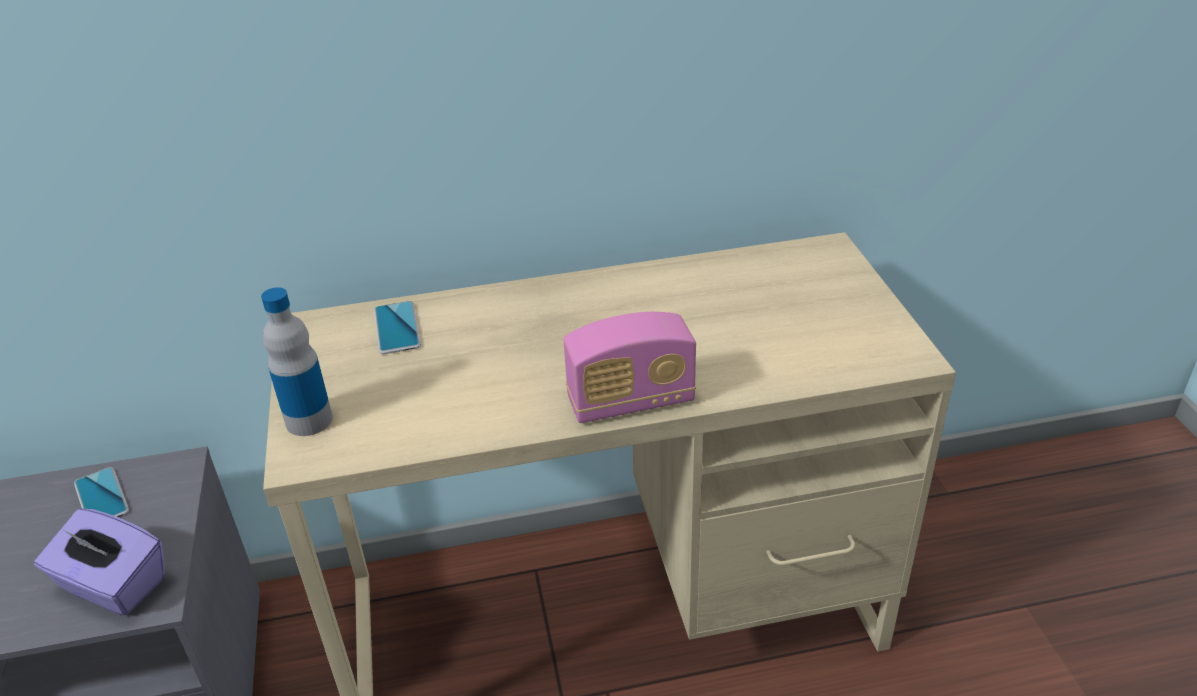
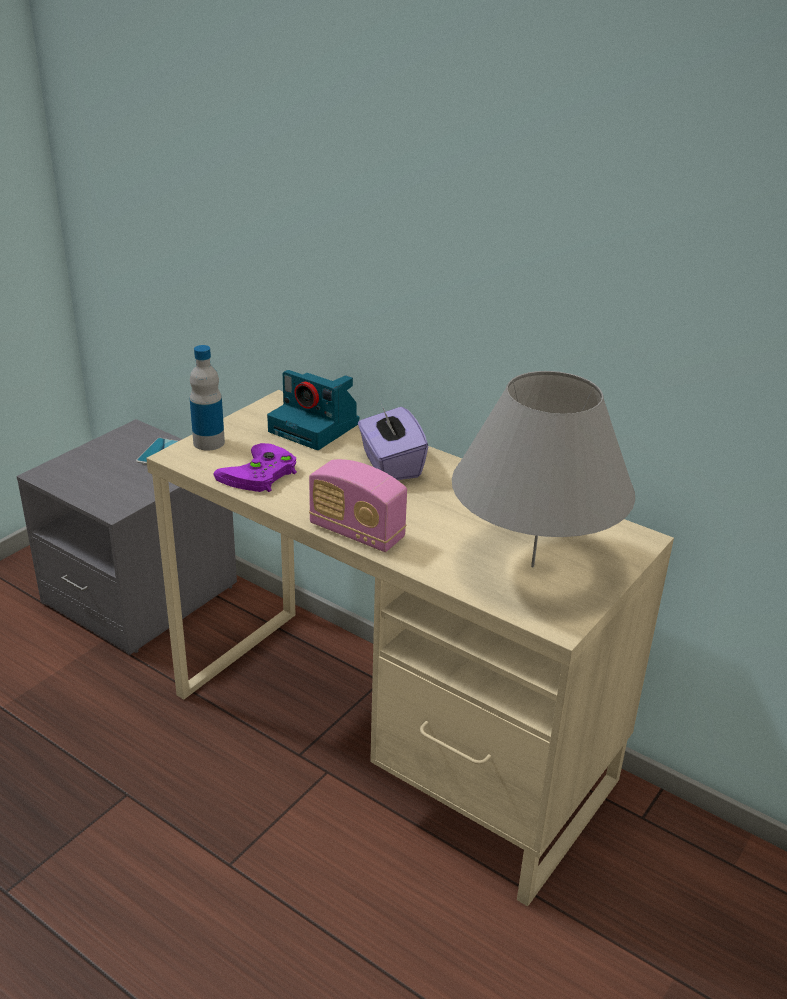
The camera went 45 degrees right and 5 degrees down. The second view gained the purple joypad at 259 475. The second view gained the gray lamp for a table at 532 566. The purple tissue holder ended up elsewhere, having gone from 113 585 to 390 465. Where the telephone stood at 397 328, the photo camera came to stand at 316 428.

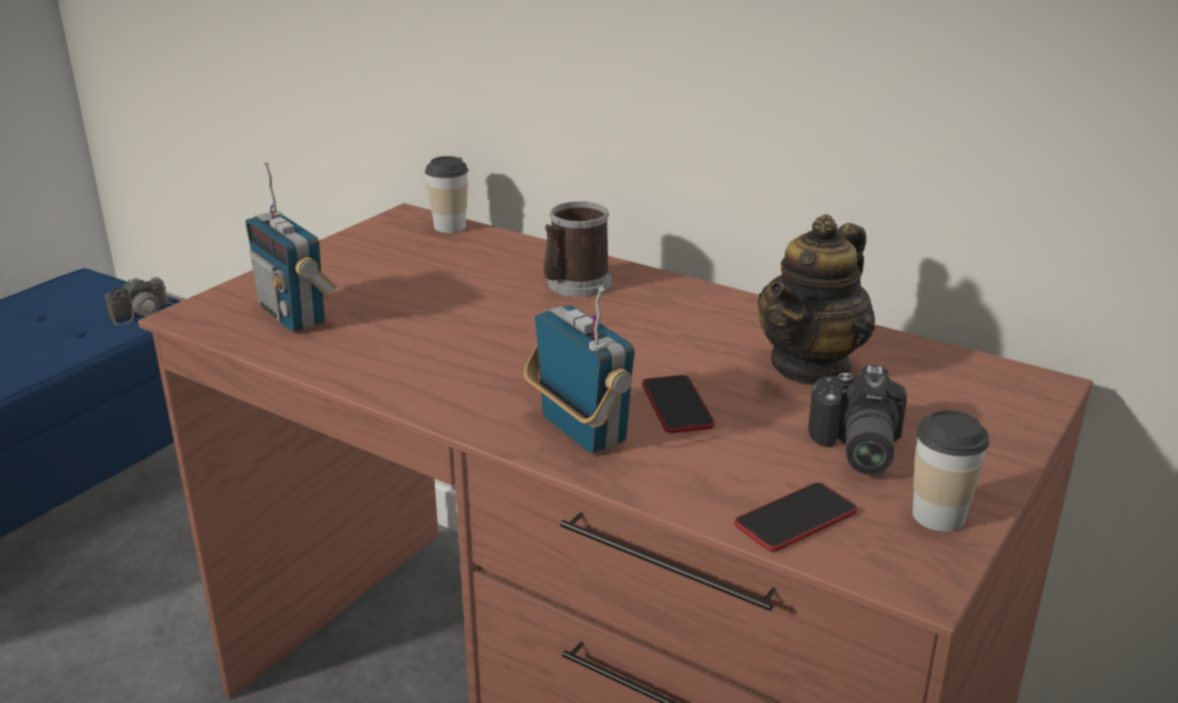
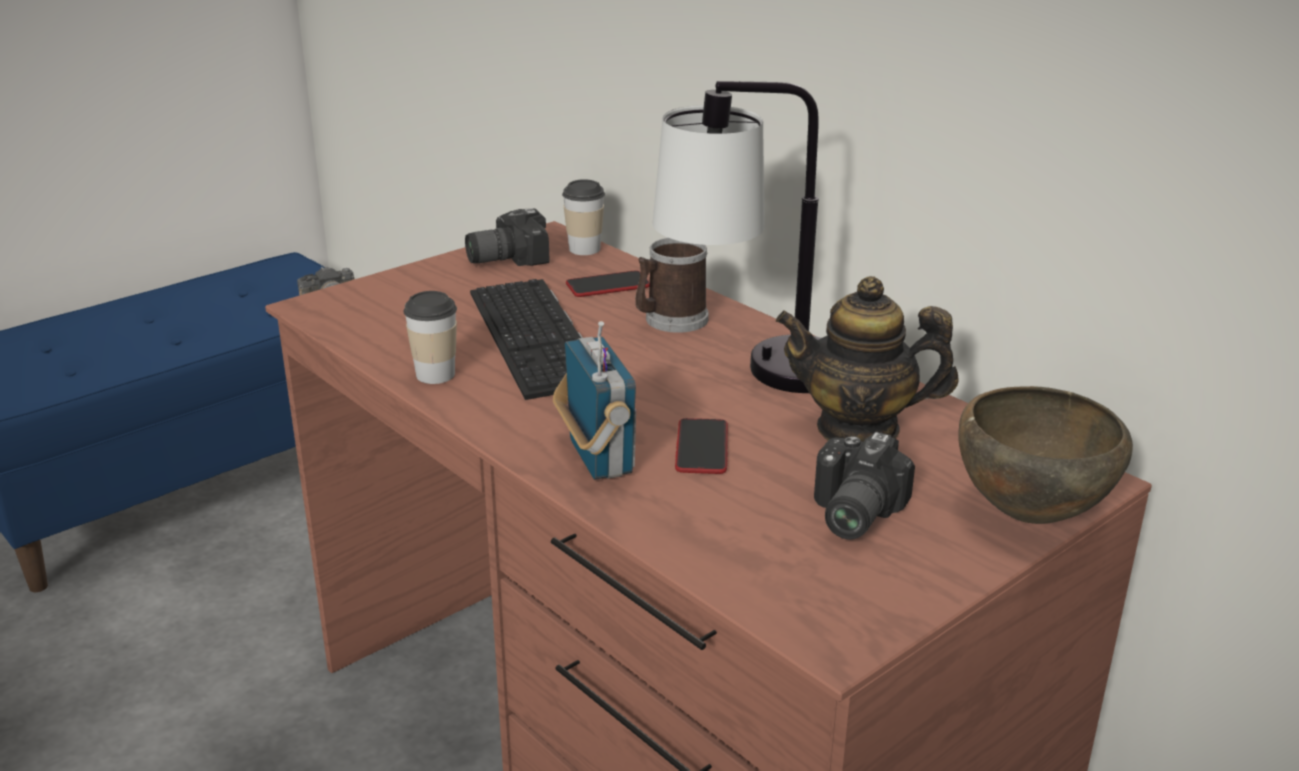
The camera went 15 degrees right and 0 degrees up. The second view lost the radio at 294 316. The second view gained the photo camera at 504 258. The second view gained the PC keyboard at 539 338. The second view gained the lamp for a table at 753 376. The second view gained the brownish serving bowl at 1027 515. The telephone ended up elsewhere, having gone from 795 519 to 608 286. The small cup ended up elsewhere, having gone from 938 516 to 435 374. The pot for tea at 811 366 ended up facing another way, 45 degrees clockwise from before.

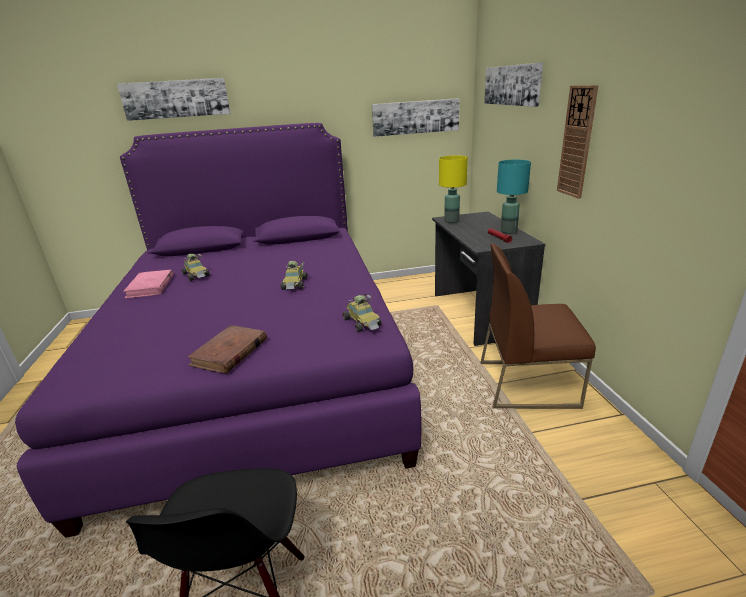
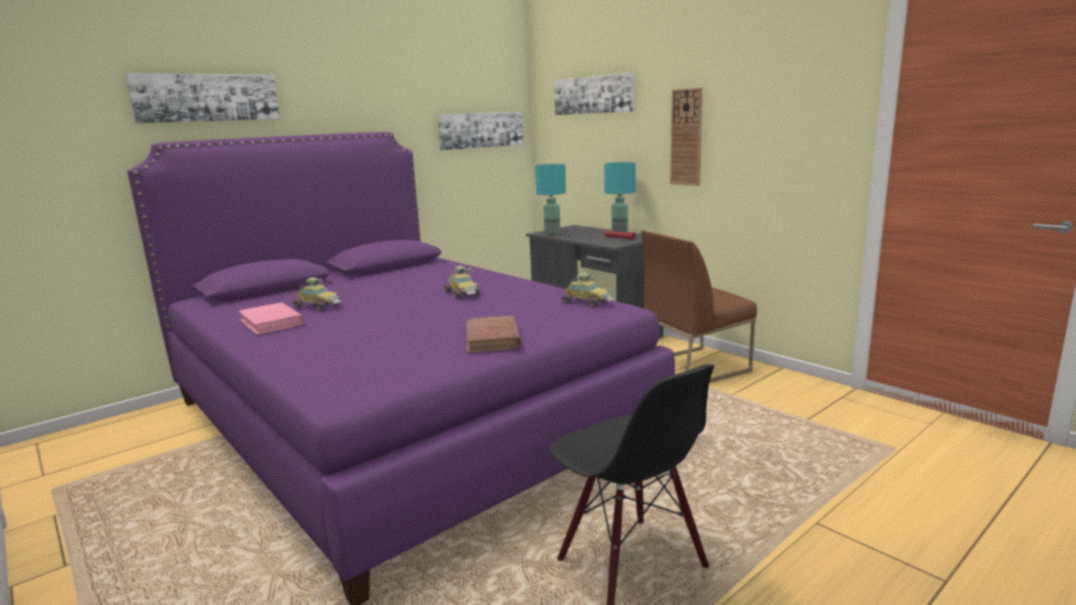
The camera went 30 degrees left and 10 degrees down. What was the yellow lamp for a table at 451 221 turned into the turquoise-coloured lamp for a table at 552 233.

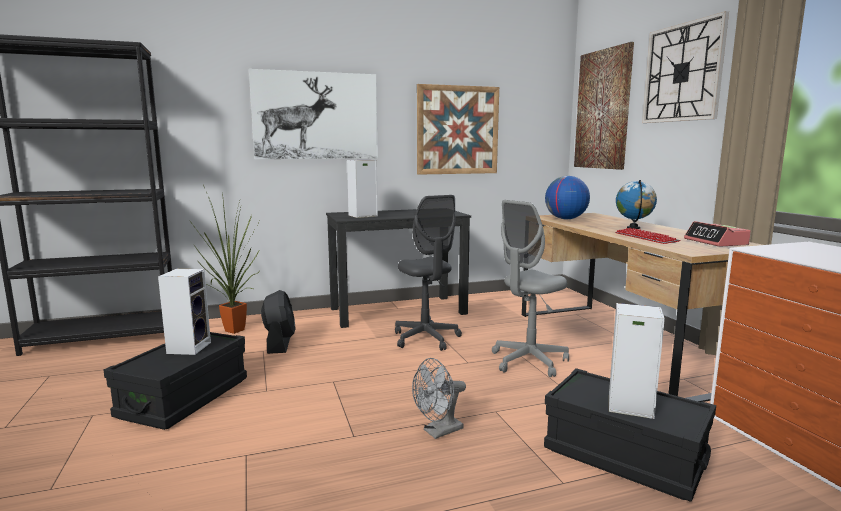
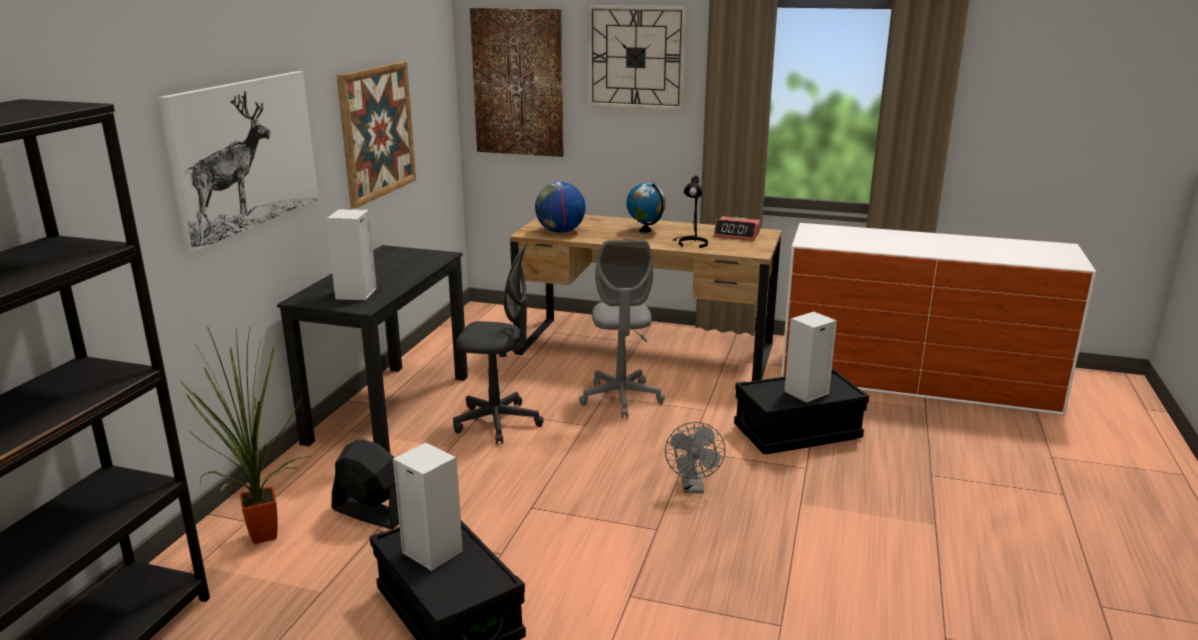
The camera went 55 degrees left and 10 degrees up. Where the PC keyboard stood at 645 238, the black-coloured lamp for a table came to stand at 690 243.

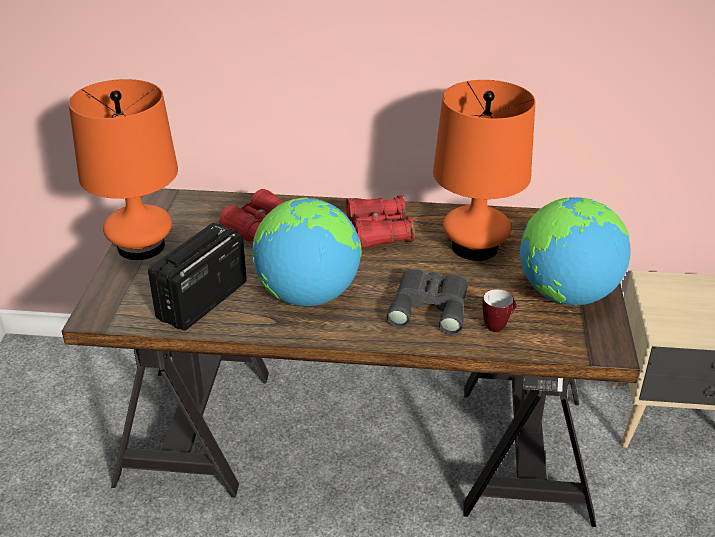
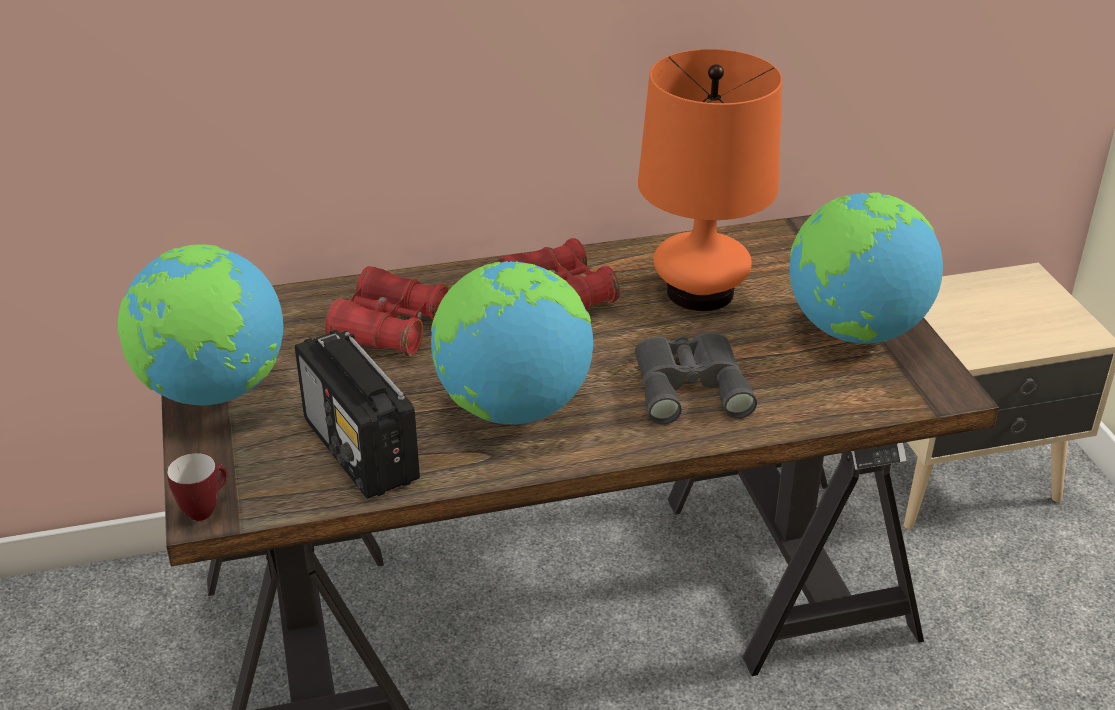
The camera went 20 degrees left and 0 degrees up. The coffee mug ended up elsewhere, having gone from 498 325 to 205 509. Where the orangey lamp for a table stood at 141 246, the globe came to stand at 213 391. The radio at 201 301 ended up facing another way, 45 degrees counterclockwise from before.

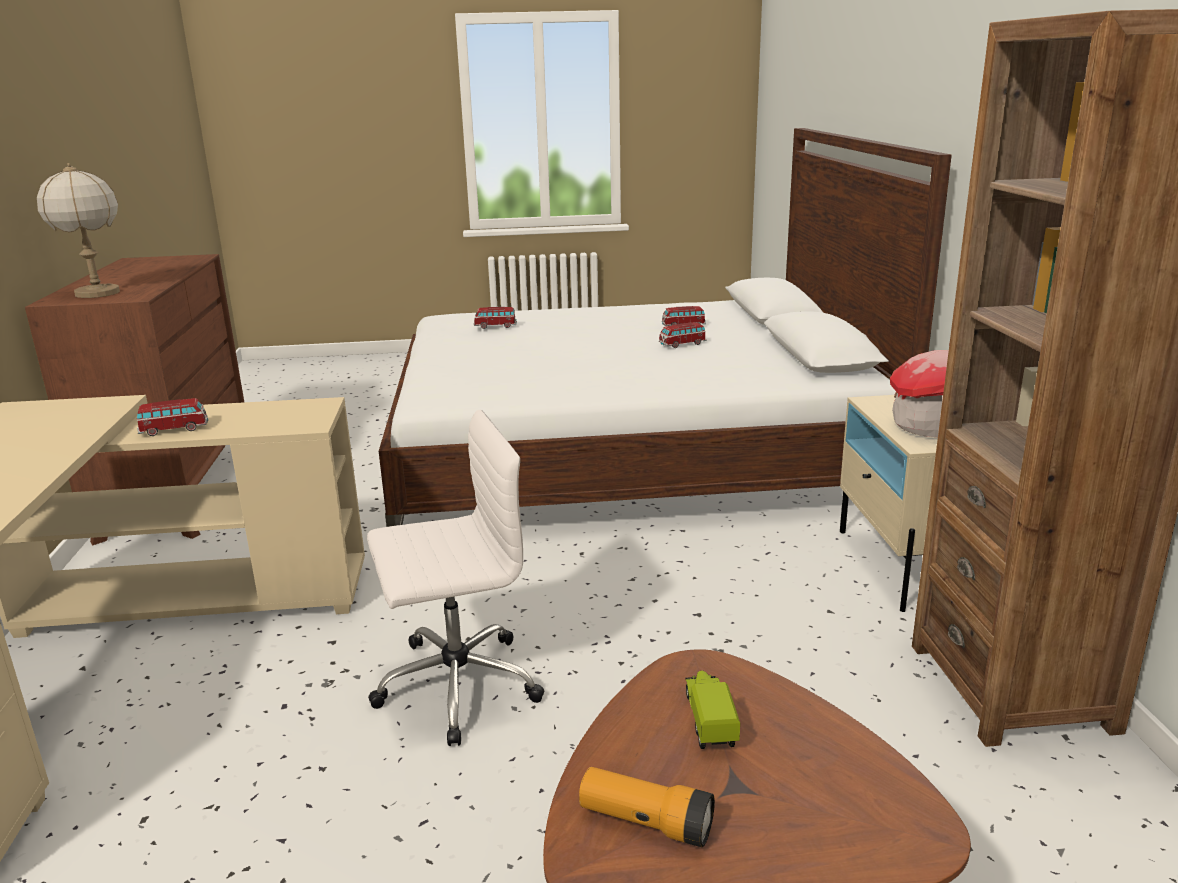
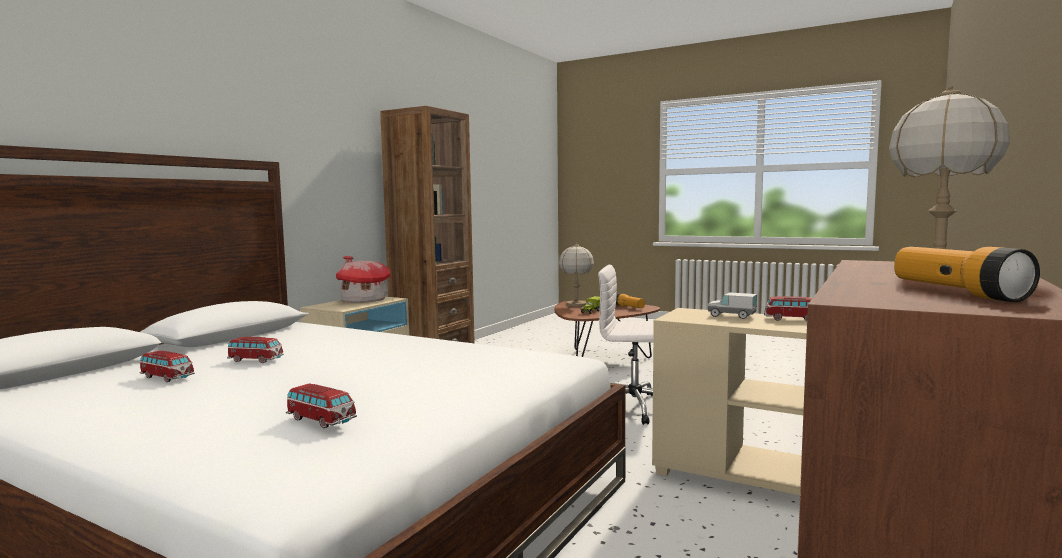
The camera went 145 degrees left and 15 degrees down. The second view gained the lamp for a table at 576 305. The second view gained the model truck at 731 316. The second view gained the torch at 957 293.

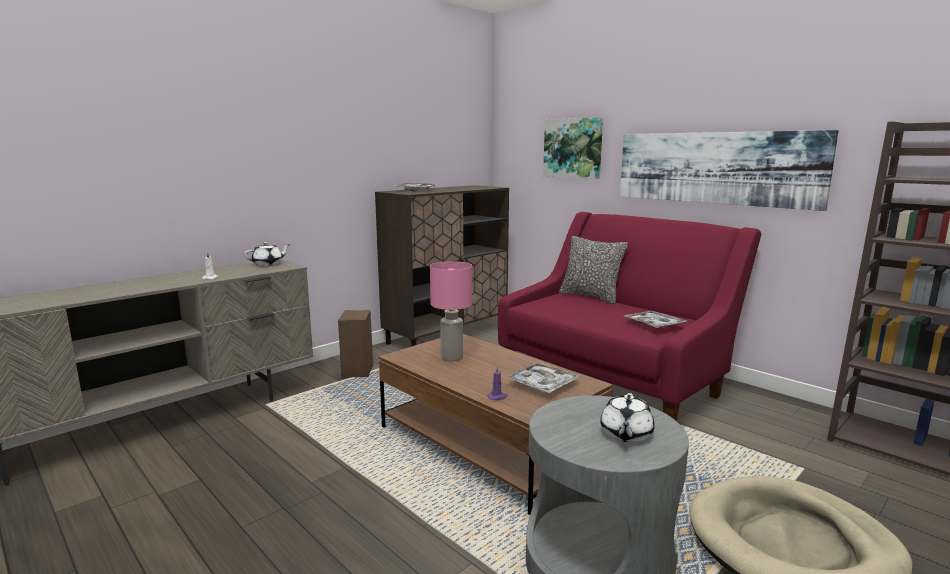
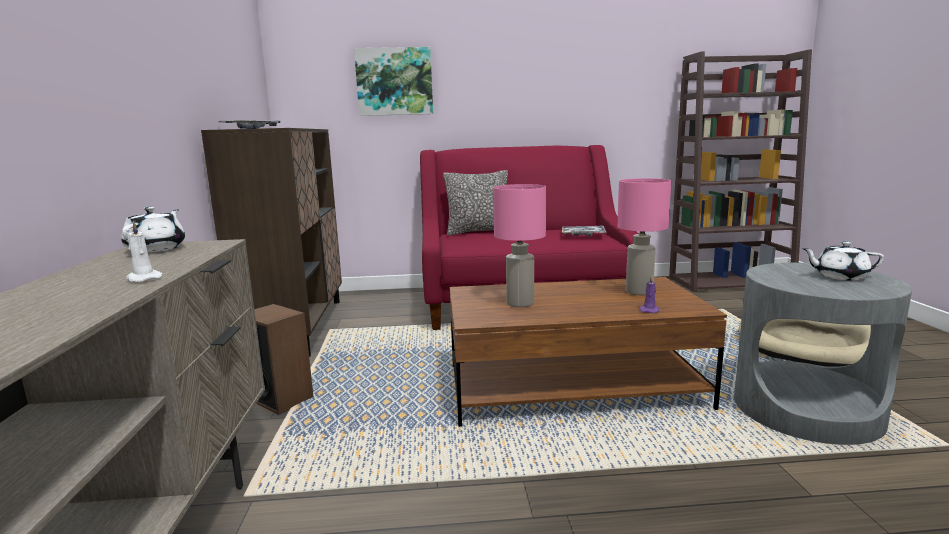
The camera went 50 degrees left and 0 degrees up. The second view lost the wall picture at 714 168. Where the carrying tray stood at 542 384, the pink-coloured lamp for a table came to stand at 638 292. The white-coloured pot for tea at 626 434 ended up facing another way, 135 degrees clockwise from before.

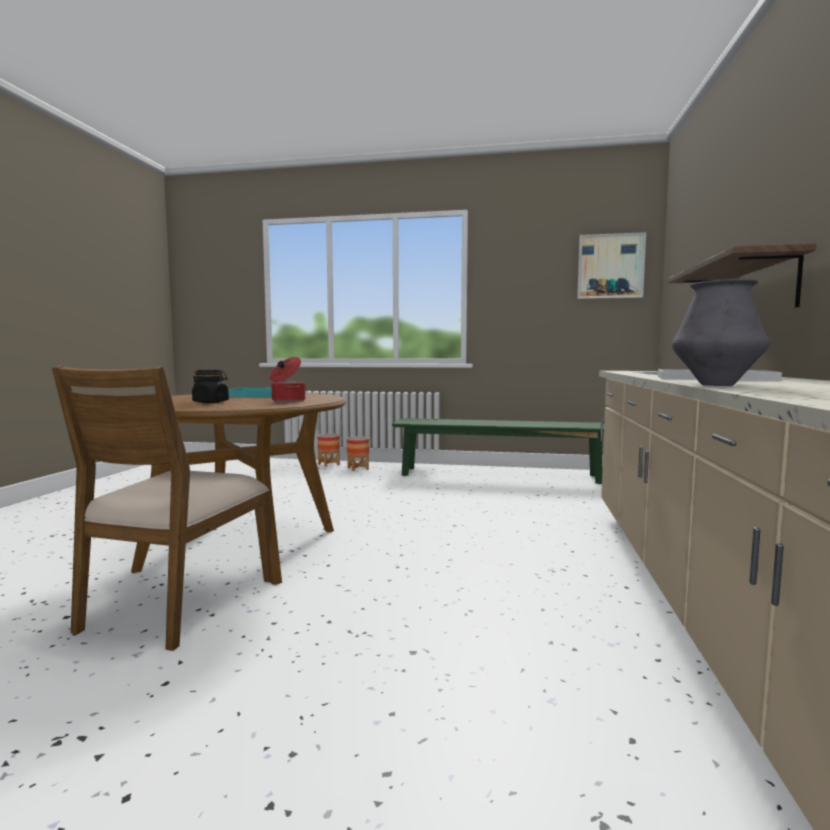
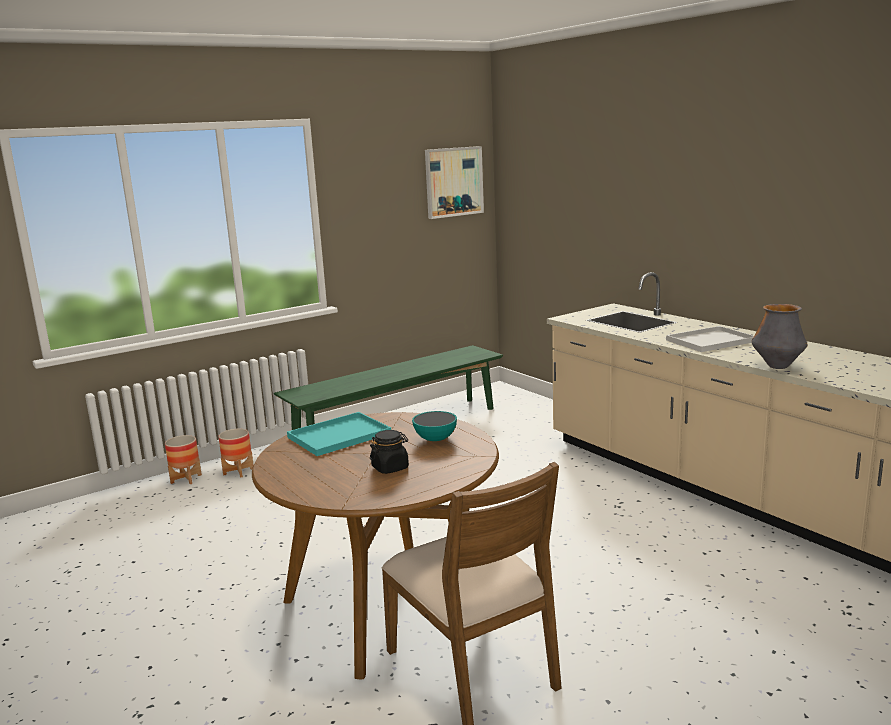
The camera went 45 degrees left and 10 degrees up. The second view lost the bracket shelf at 760 288. Where the cooking pot stood at 287 401, the serving bowl came to stand at 435 439.

